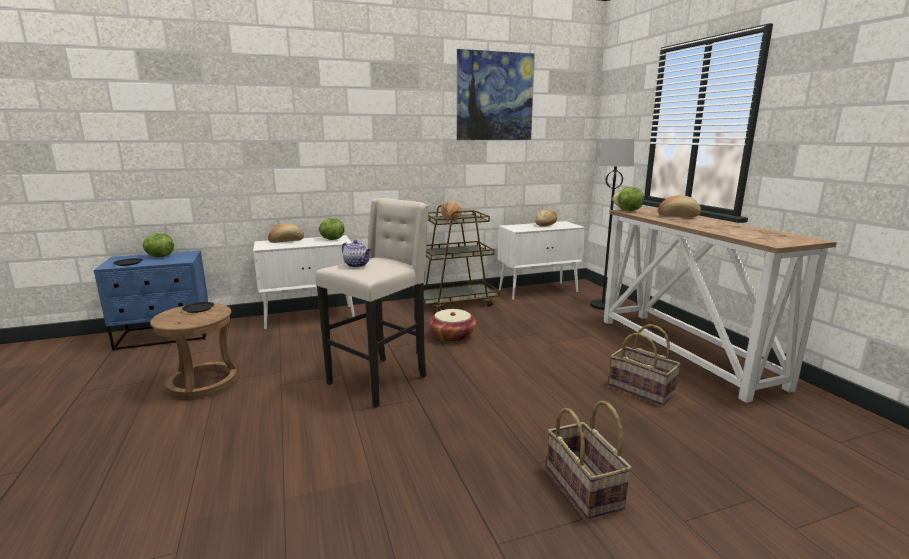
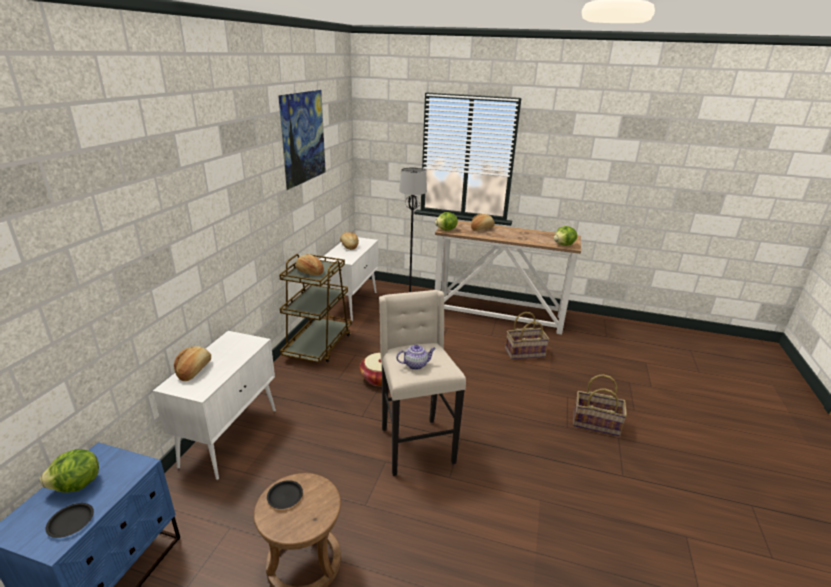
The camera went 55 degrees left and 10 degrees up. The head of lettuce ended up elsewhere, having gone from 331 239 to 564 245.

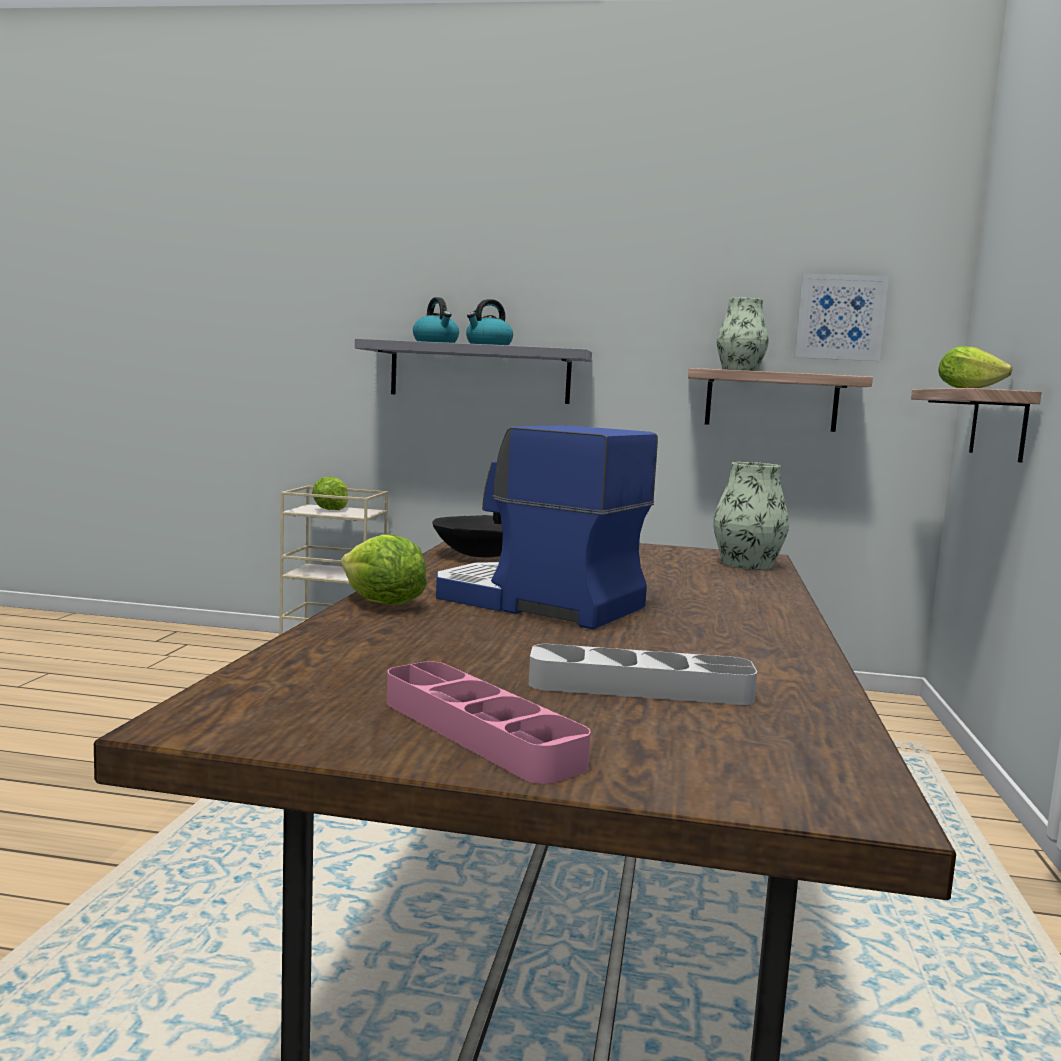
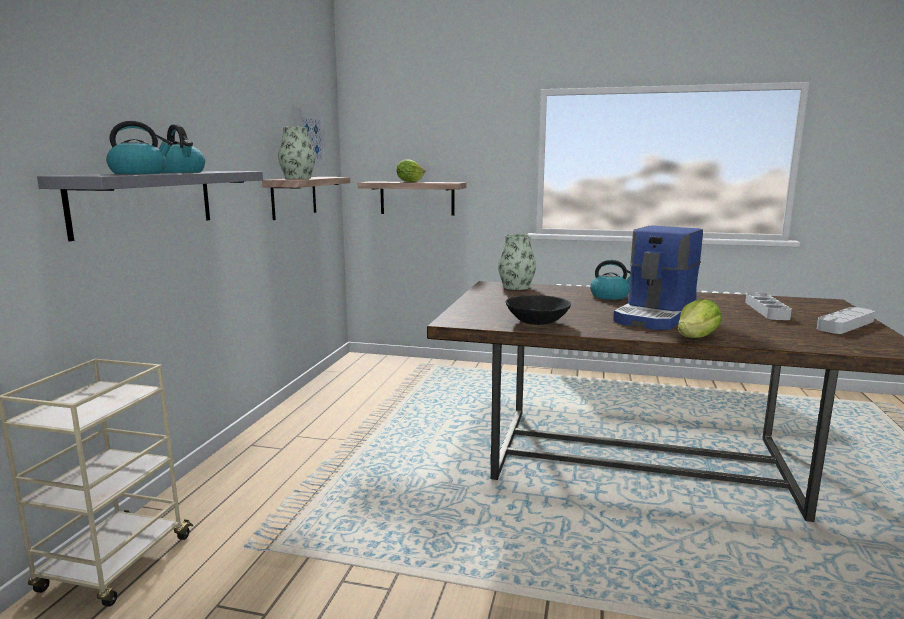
The camera went 85 degrees left and 5 degrees up. The second view lost the head of lettuce at 331 509. The second view gained the kettle at 610 296. What was the pink-coloured carrying tray at 479 732 turned into the gray carrying tray at 845 325.

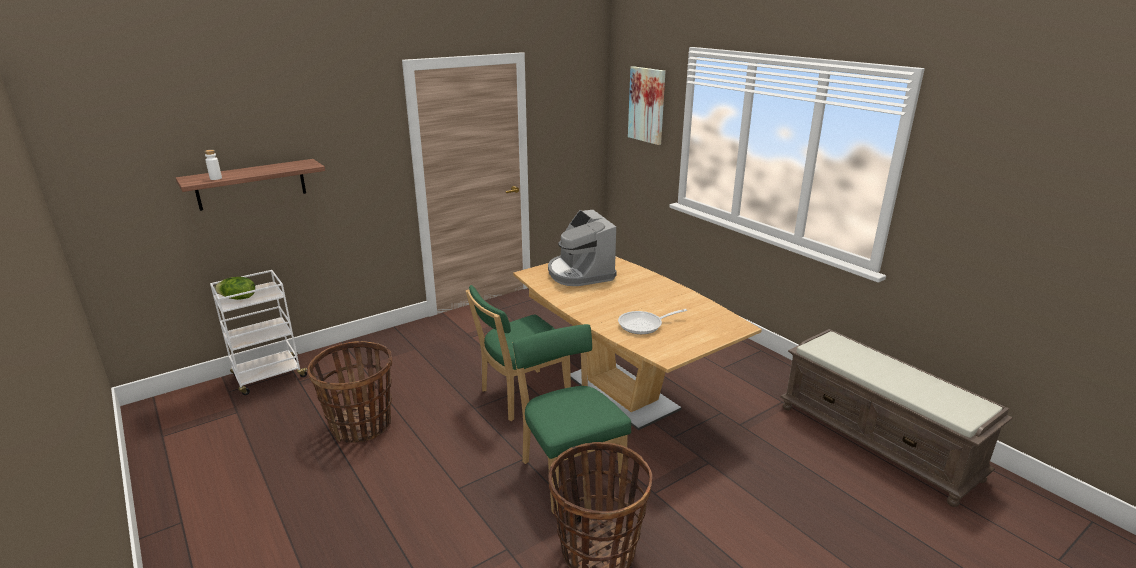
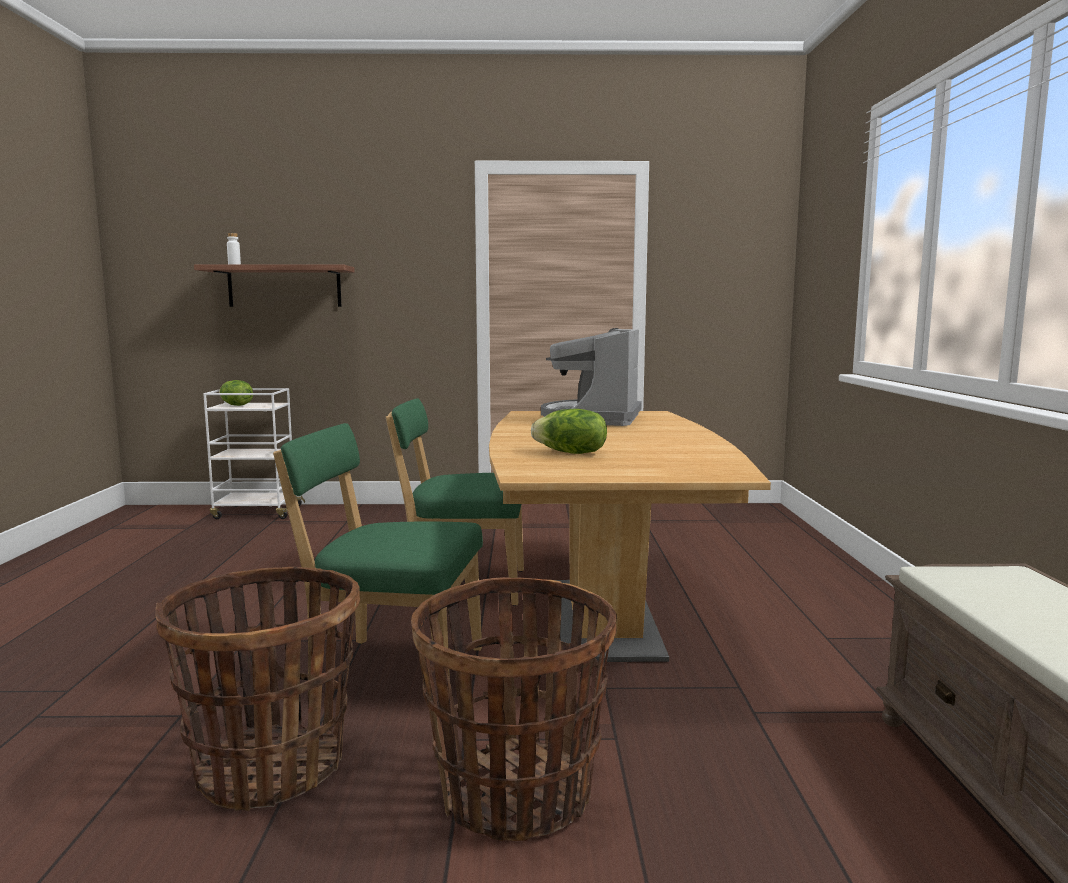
The camera went 35 degrees right and 15 degrees down. The second view lost the wall picture at 647 105. The basket ended up elsewhere, having gone from 361 426 to 515 795. Where the pan stood at 644 325, the head of lettuce came to stand at 571 453. The green chair at 569 472 ended up facing another way, 90 degrees counterclockwise from before.

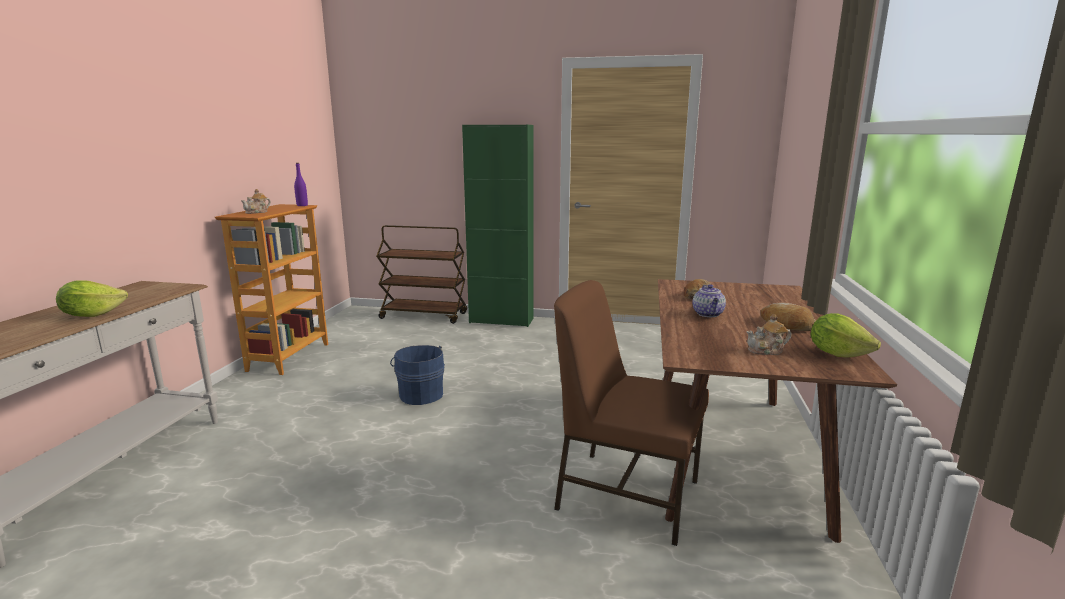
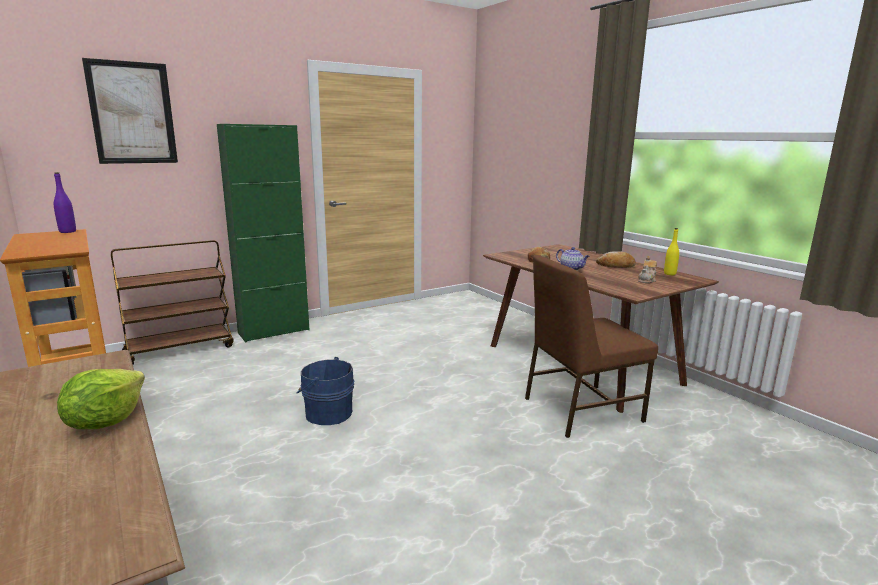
The camera went 45 degrees left and 0 degrees up. The second view lost the pot for tea at 257 212. The second view gained the wall picture at 132 113. Where the head of lettuce stood at 838 353, the yellow drink bottle came to stand at 669 274.

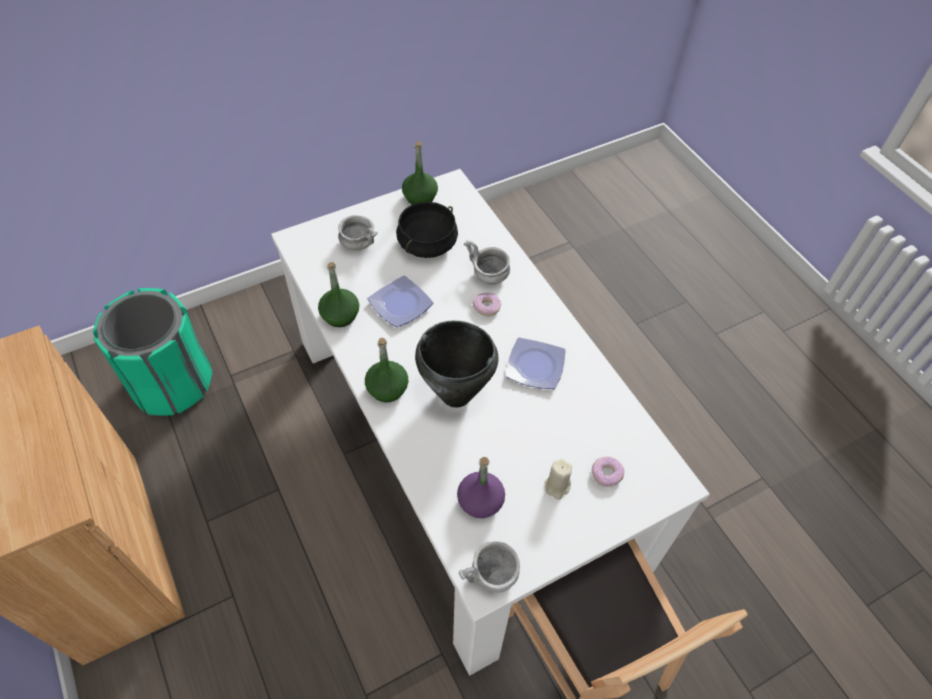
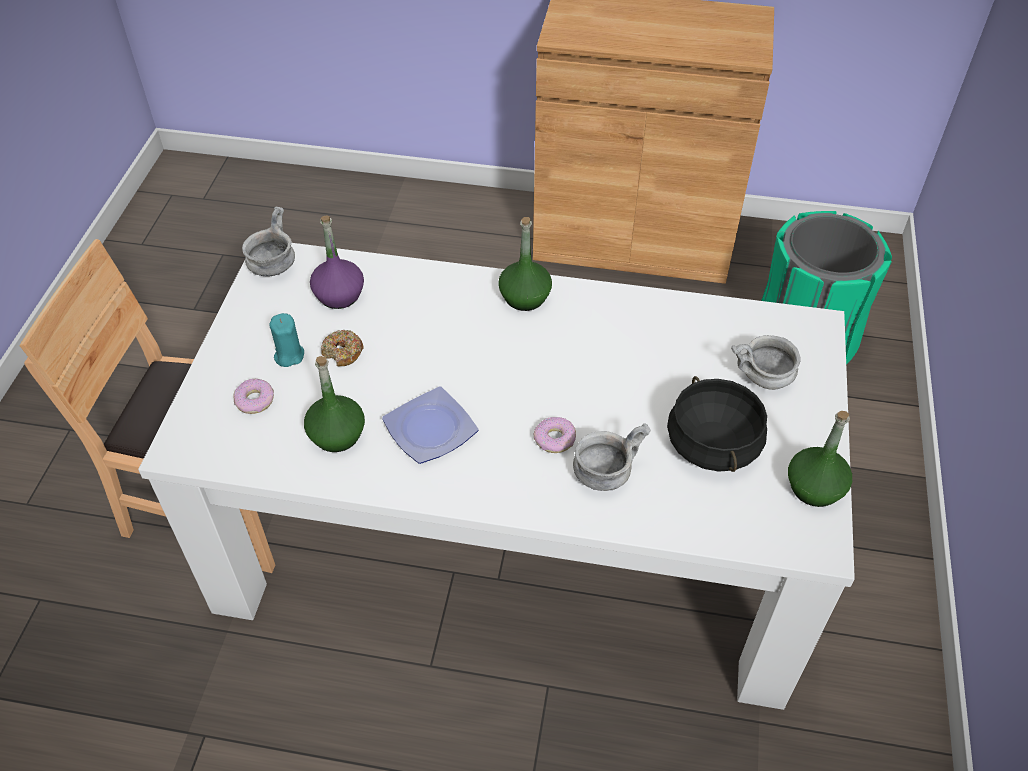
The camera went 130 degrees right and 5 degrees down. The second view lost the plate at 399 304. The second view lost the black-coloured cooking pot at 456 395. The second view gained the ring doughnut at 343 353. The green drink bottle ended up elsewhere, having gone from 340 315 to 337 434. What was the sand-coloured wax light at 557 486 turned into the turquoise-coloured wax light at 289 355.

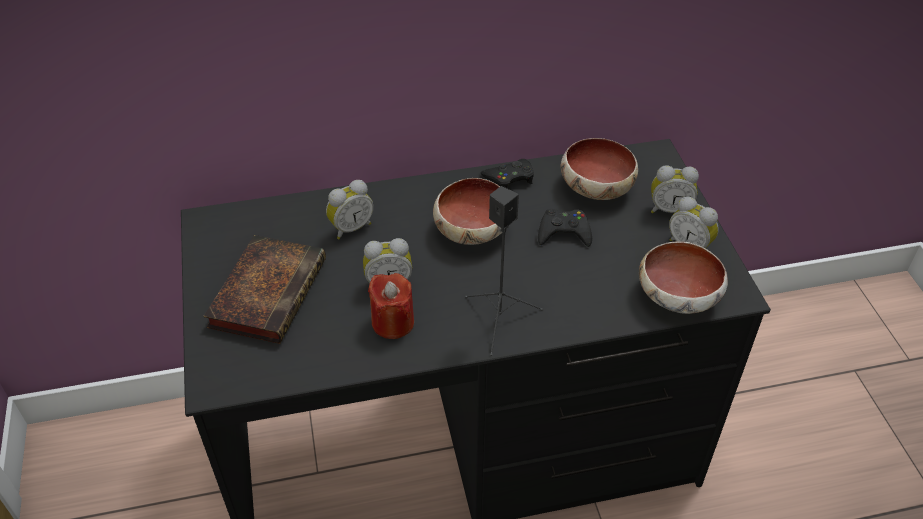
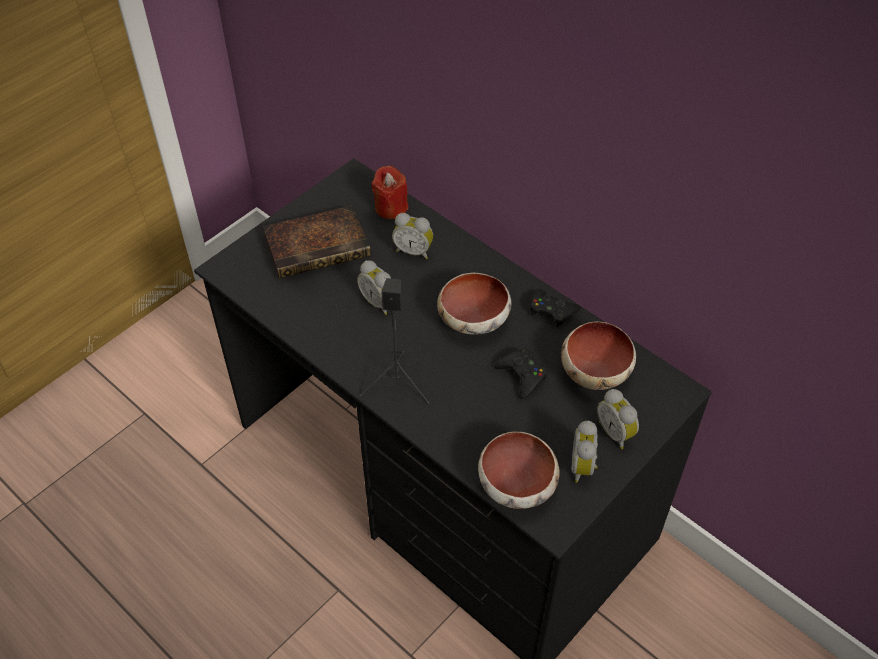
The camera went 55 degrees right and 5 degrees up. The red-coloured wax light ended up elsewhere, having gone from 393 322 to 390 208.

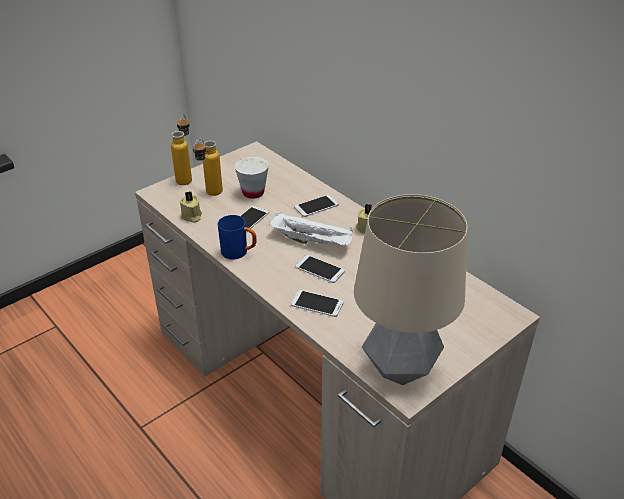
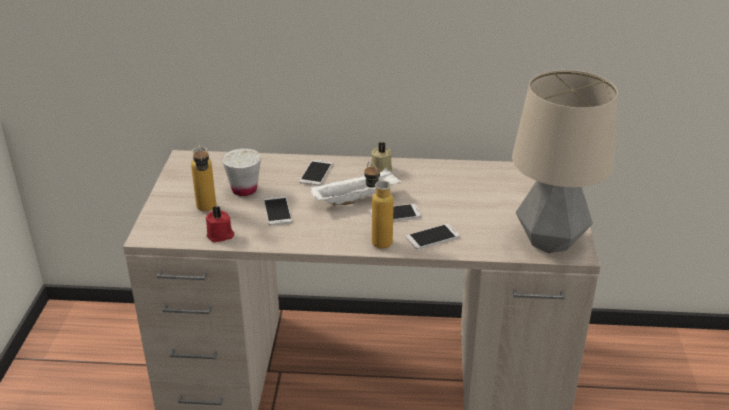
The camera went 45 degrees left and 5 degrees down. The second view lost the bluish coffee mug at 239 253. The drink bottle ended up elsewhere, having gone from 186 178 to 377 239. What was the sand-coloured wax light at 191 216 turned into the red-coloured wax light at 220 235.

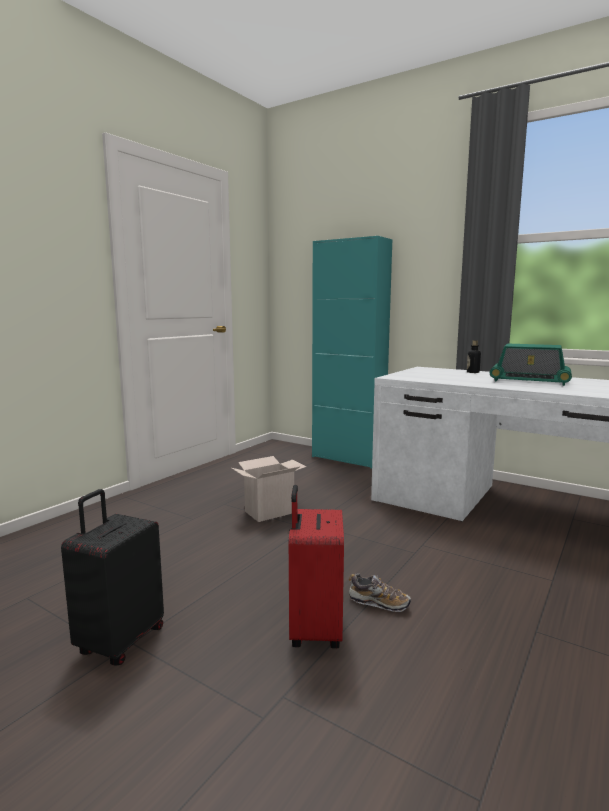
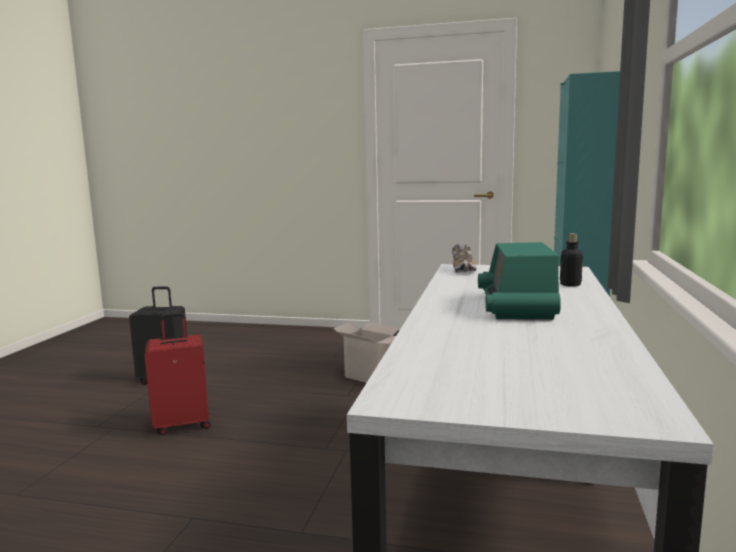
The camera went 70 degrees right and 0 degrees up. The item of footwear ended up elsewhere, having gone from 378 603 to 463 270.

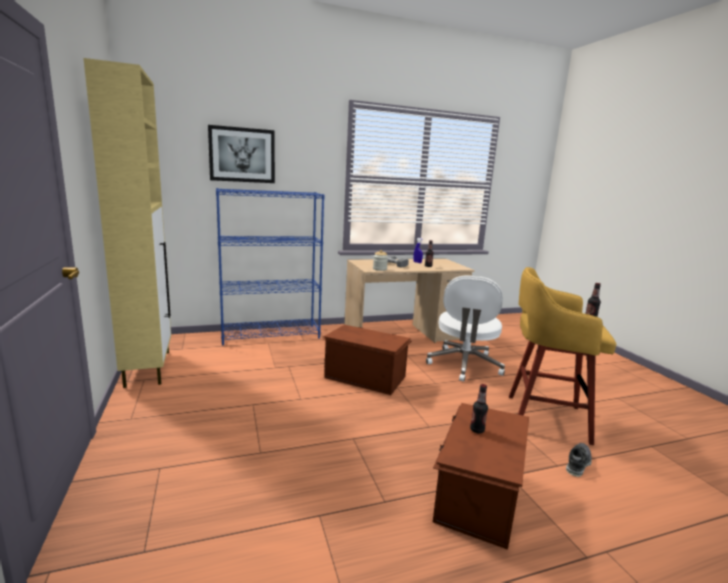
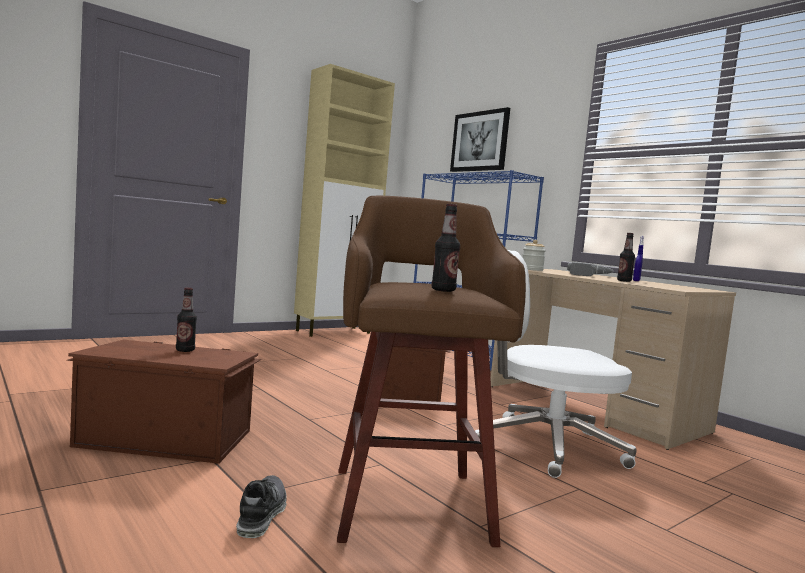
The camera went 70 degrees right and 10 degrees down. What was the yellow stool at 543 417 turned into the brownish stool at 410 501. The item of footwear at 577 463 ended up facing another way, 105 degrees counterclockwise from before.

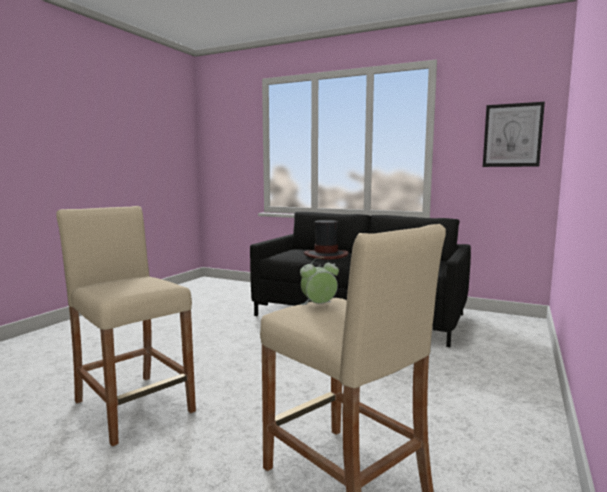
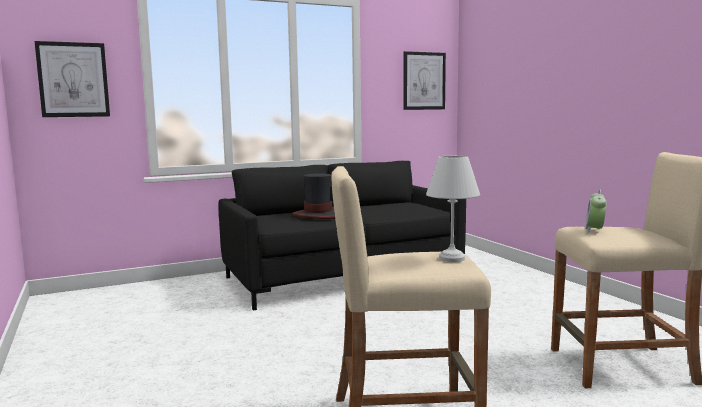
The camera went 50 degrees left and 0 degrees up. The second view gained the wall picture at 73 80. The second view gained the white-coloured lamp for a table at 450 258.

